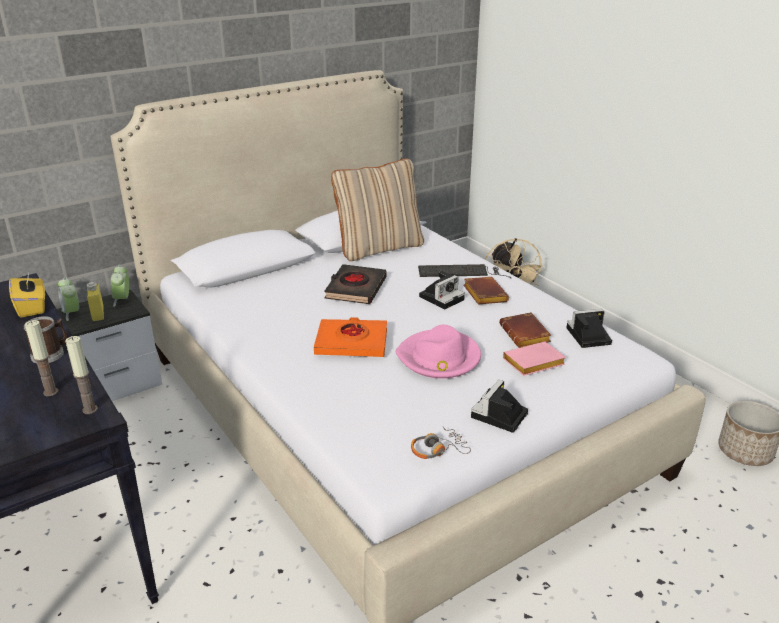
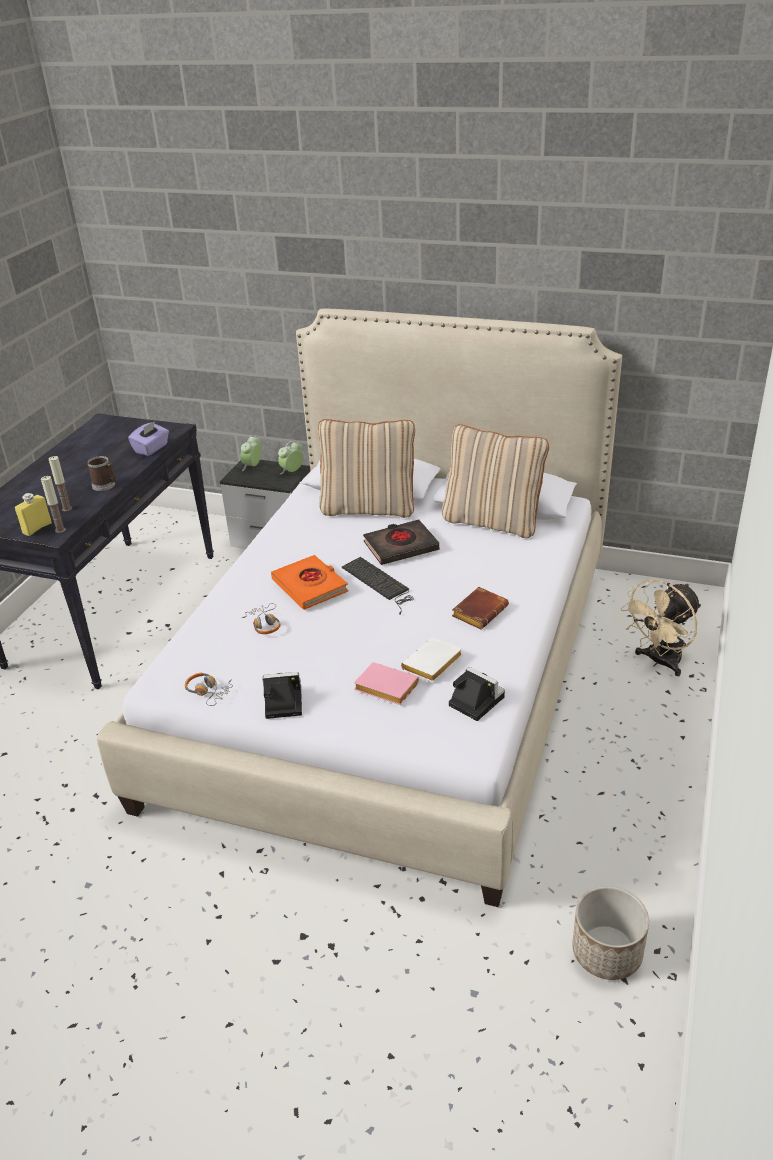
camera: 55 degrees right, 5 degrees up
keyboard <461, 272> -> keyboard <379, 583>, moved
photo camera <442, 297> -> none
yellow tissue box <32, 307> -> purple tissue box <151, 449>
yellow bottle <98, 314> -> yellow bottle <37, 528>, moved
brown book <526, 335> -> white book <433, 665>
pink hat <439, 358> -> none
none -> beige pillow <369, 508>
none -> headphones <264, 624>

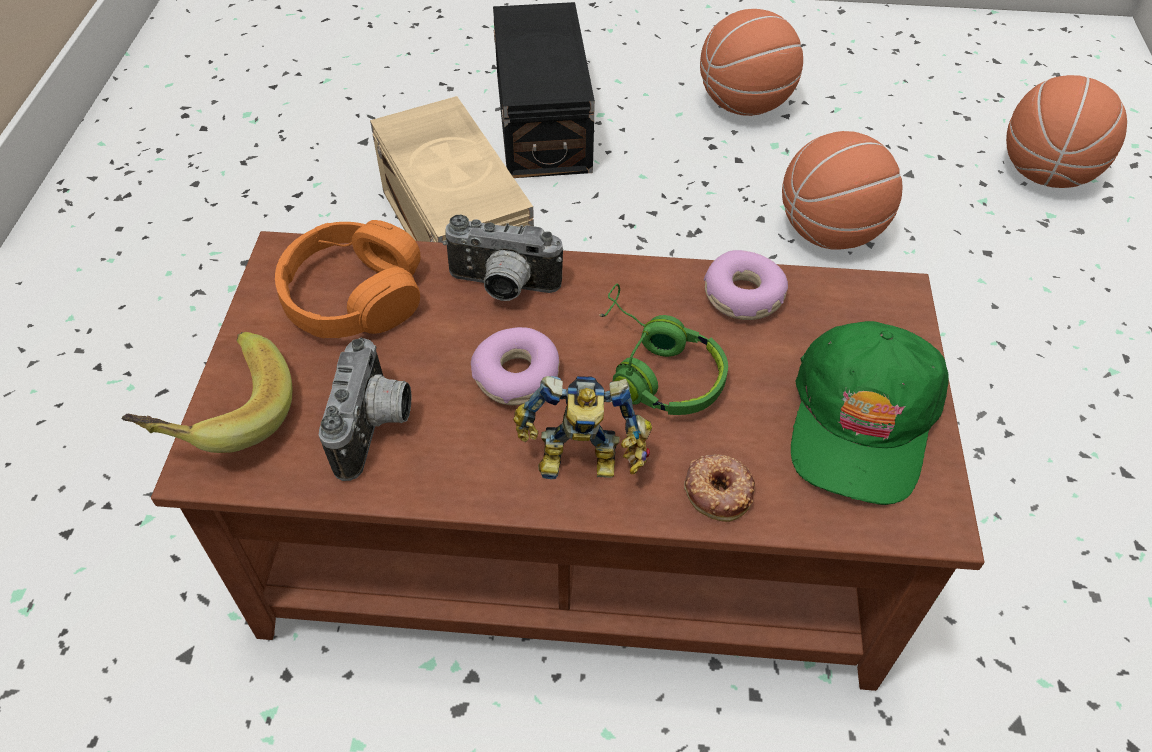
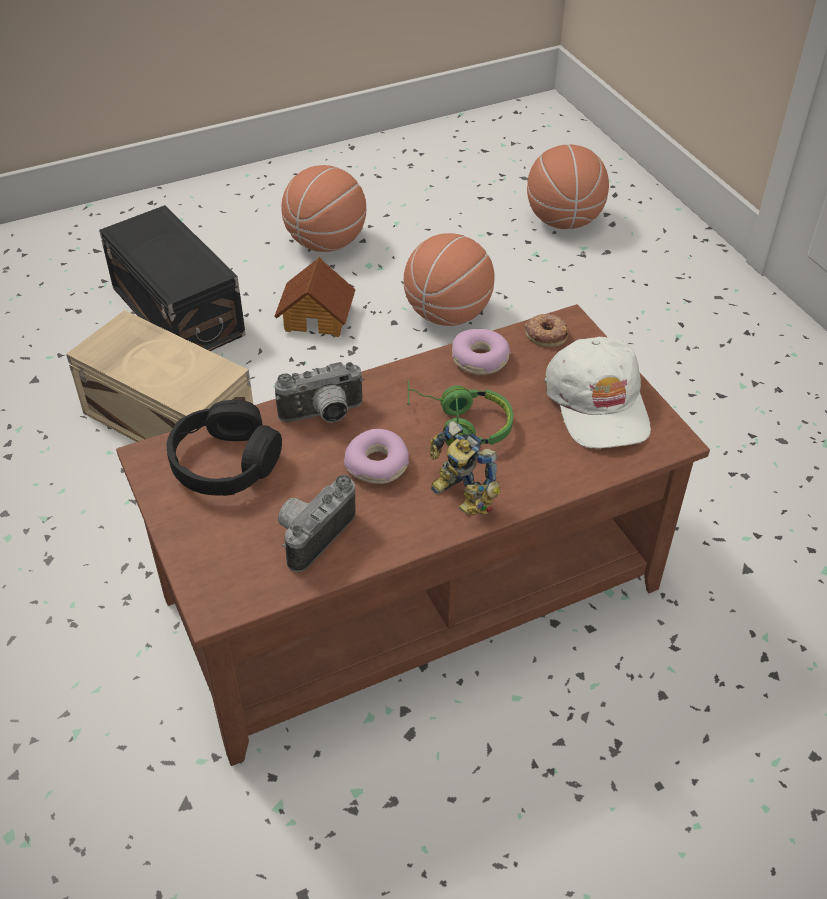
camera: 30 degrees left, 5 degrees down
orange headphones <353, 296> -> black headphones <225, 462>
green cap <862, 421> -> white cap <598, 403>
banana <222, 415> -> none
photo camera <376, 428> -> photo camera <312, 534>, 120 degrees counterclockwise
toy robot <581, 465> -> toy robot <458, 497>, 75 degrees clockwise
donut <719, 490> -> donut <546, 334>, moved
none -> toy house <317, 316>

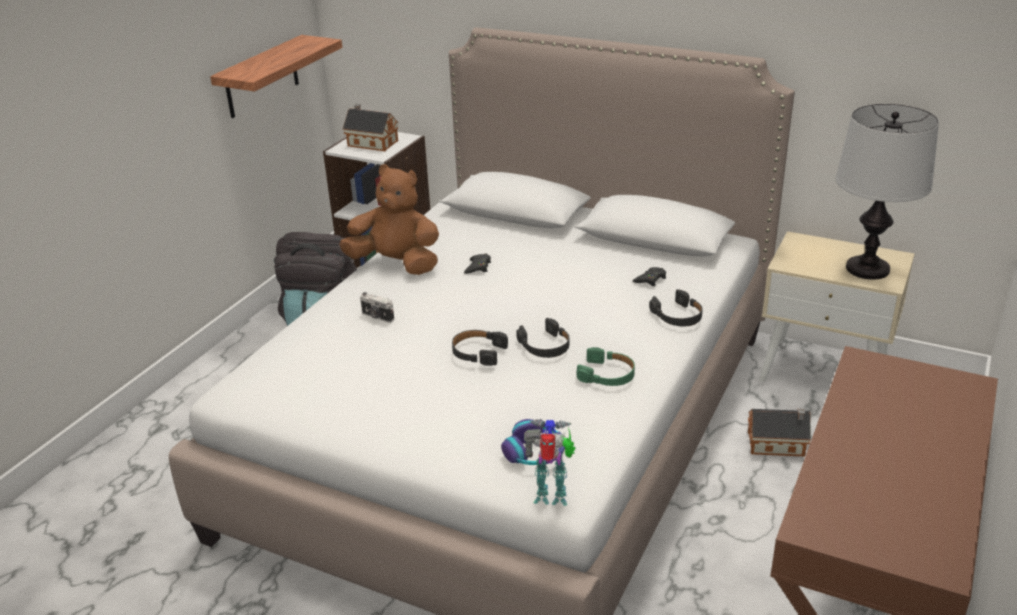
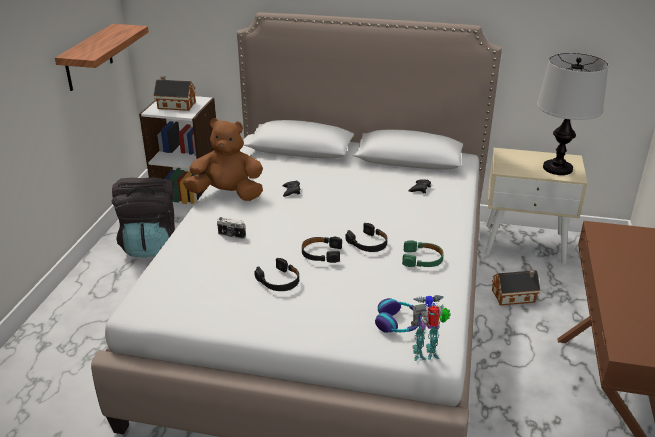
camera: 15 degrees left, 0 degrees up
black headphones <677, 316> -> black headphones <279, 281>, moved

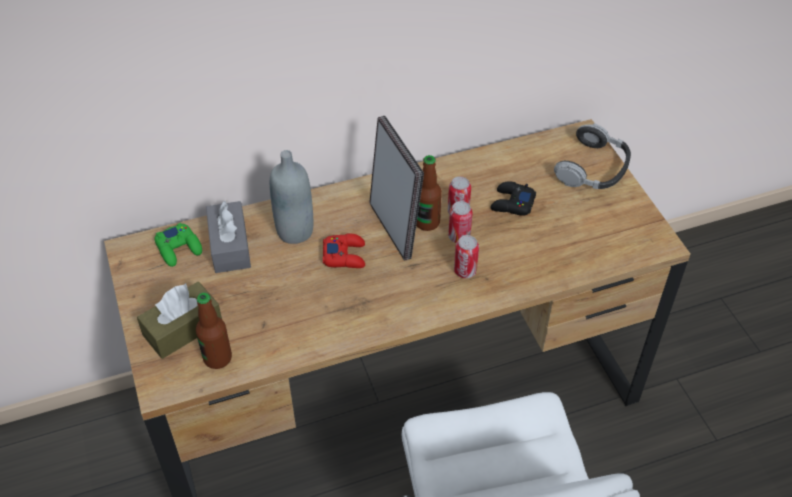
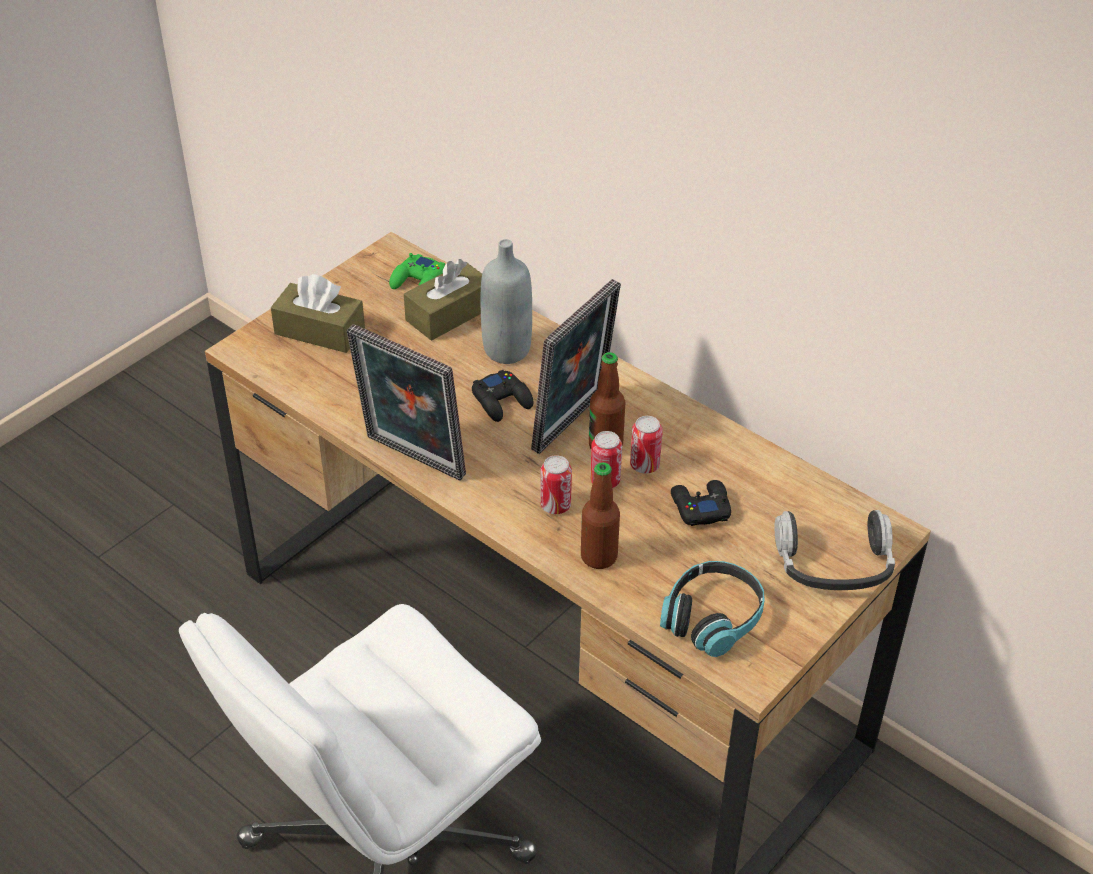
camera: 60 degrees right, 5 degrees down
grey tissue box <230, 246> -> brown tissue box <449, 314>
red game controller <345, 255> -> black game controller <502, 401>
bottle <217, 358> -> bottle <599, 557>, moved
none -> picture frame <411, 460>
none -> headphones <712, 618>

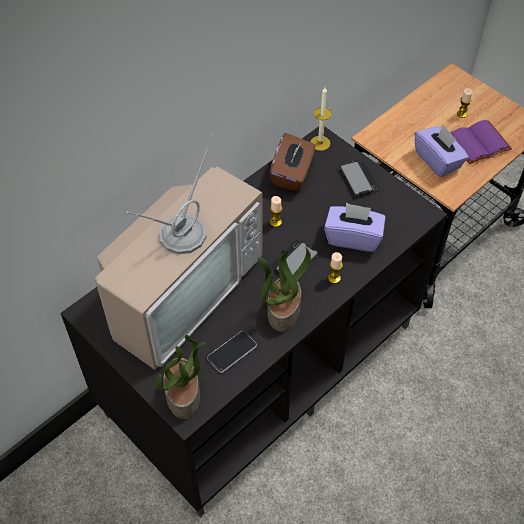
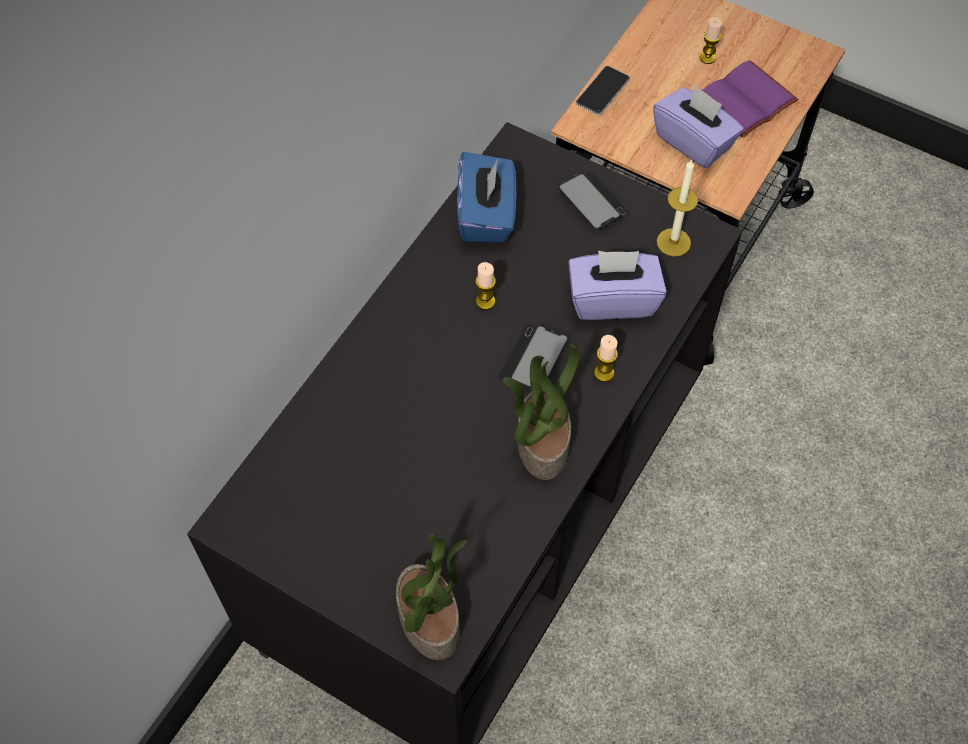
camera: 15 degrees left, 5 degrees up
candle <320, 143> -> candle <673, 242>, moved
television <181, 289> -> none
brown tissue box <292, 174> -> blue tissue box <486, 215>
phone <232, 352> -> phone <602, 91>, moved

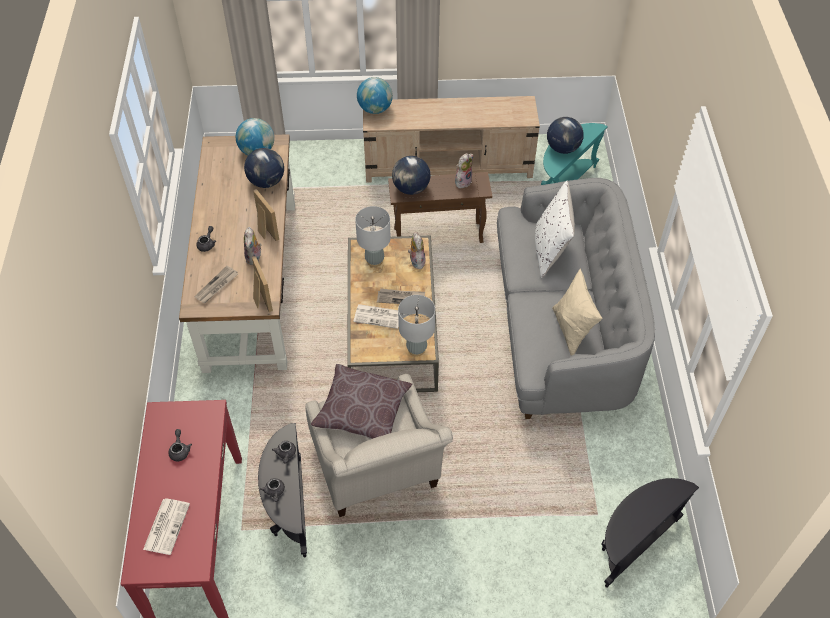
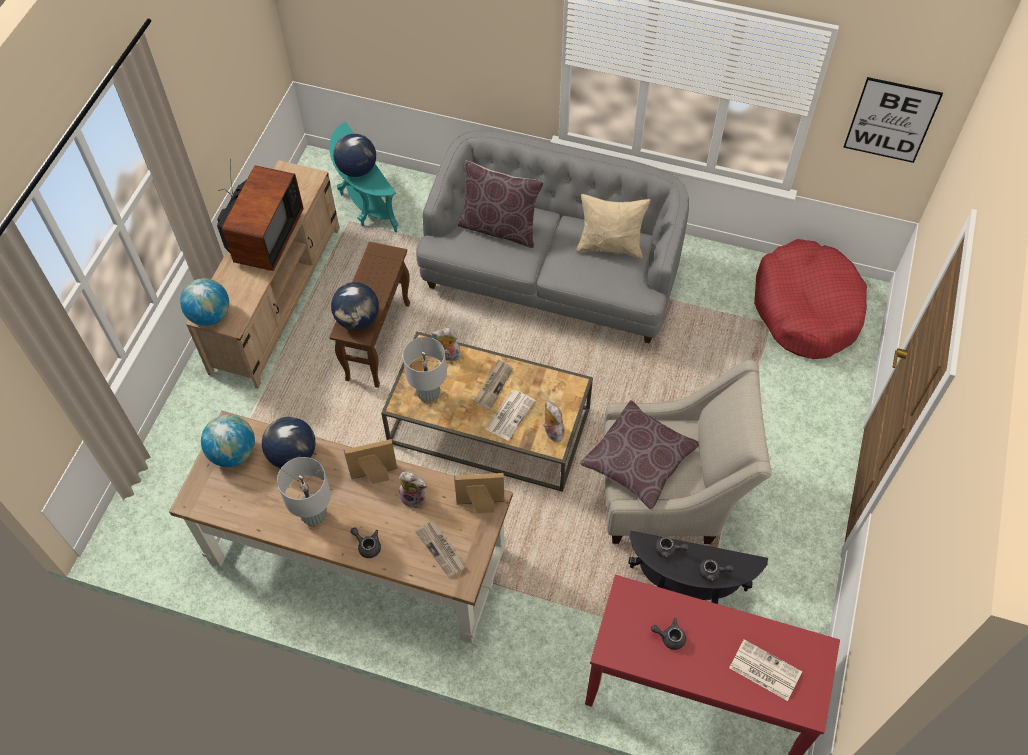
camera: 70 degrees left, 5 degrees up
plush toy <463, 181> -> plush toy <552, 432>, moved
white pillow <550, 250> -> brown pillow <500, 228>
grey table lamp <416, 349> -> grey table lamp <314, 517>, moved
black side table <632, 543> -> red dog bed <806, 308>
none -> picture <891, 120>
none -> television <263, 238>

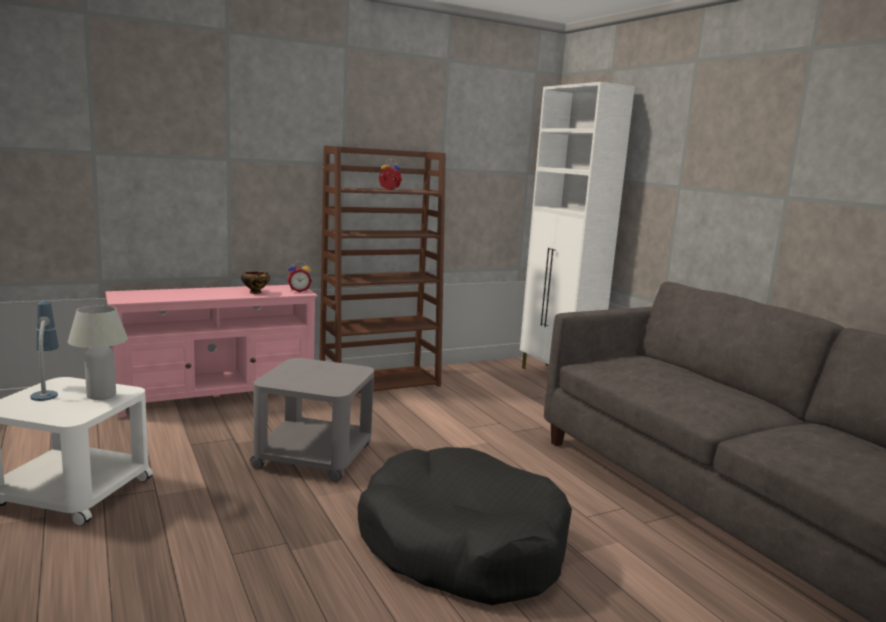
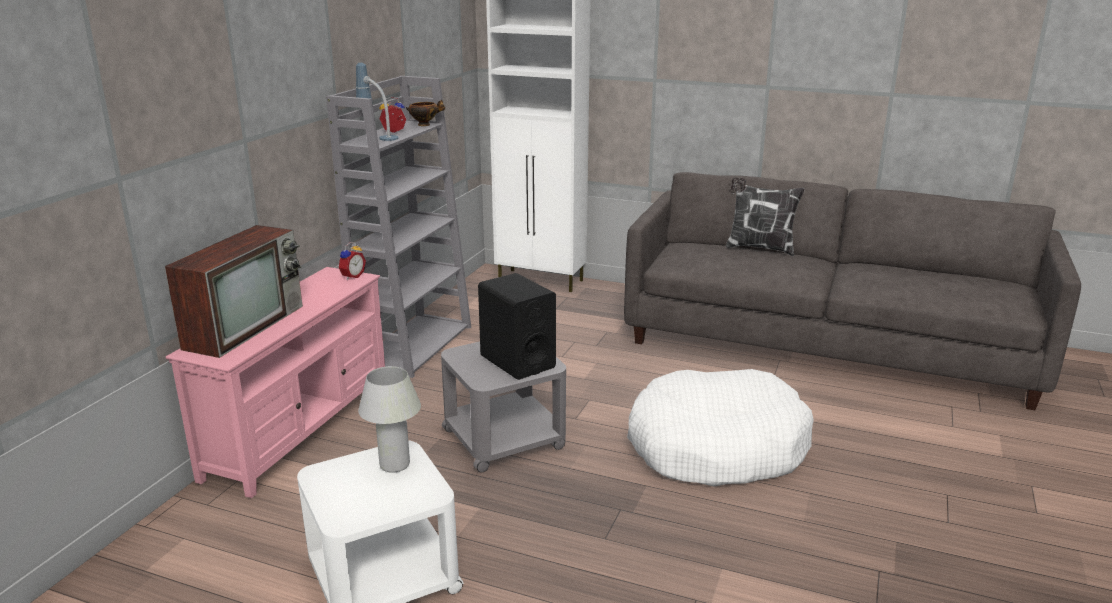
camera: 40 degrees left, 10 degrees up
brown bookcase <380, 382> -> grey bookcase <415, 345>
bowl <256, 293> -> bowl <425, 125>, moved
table lamp <47, 390> -> table lamp <378, 137>, moved
black dog bed <461, 545> -> white dog bed <716, 447>
none -> pillow <759, 248>
none -> television <246, 326>
none -> black speaker <517, 361>

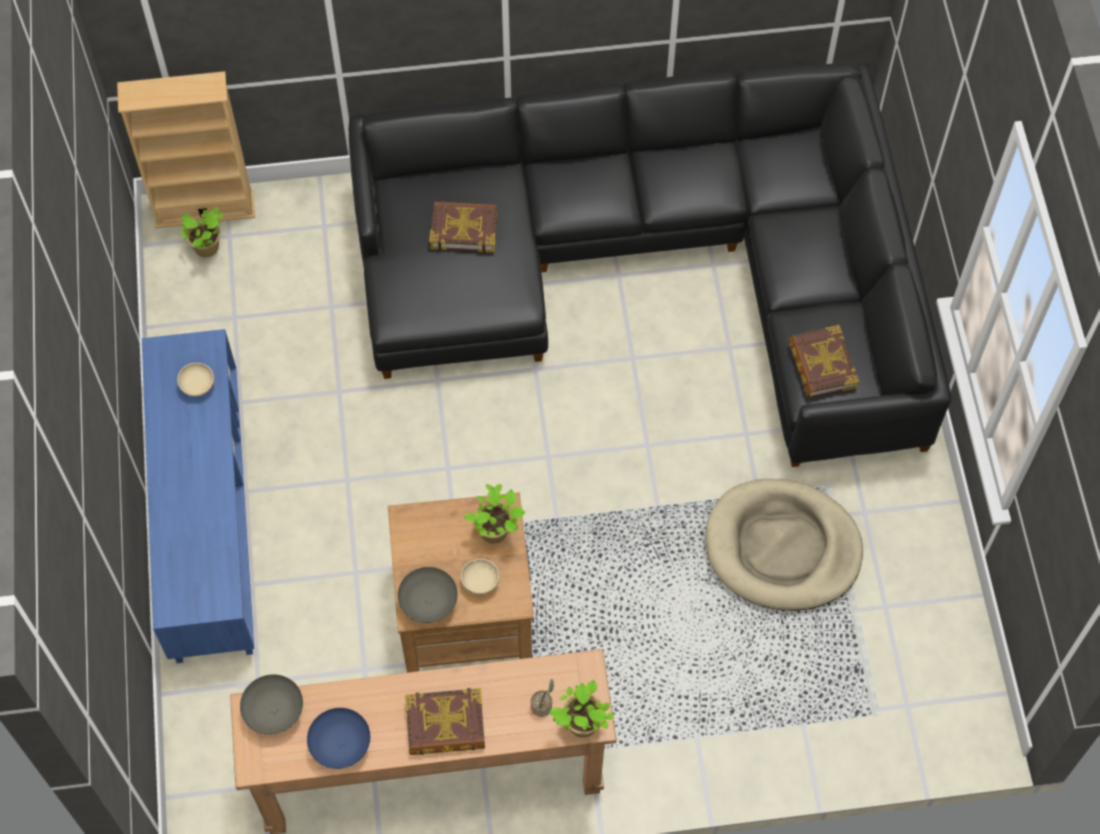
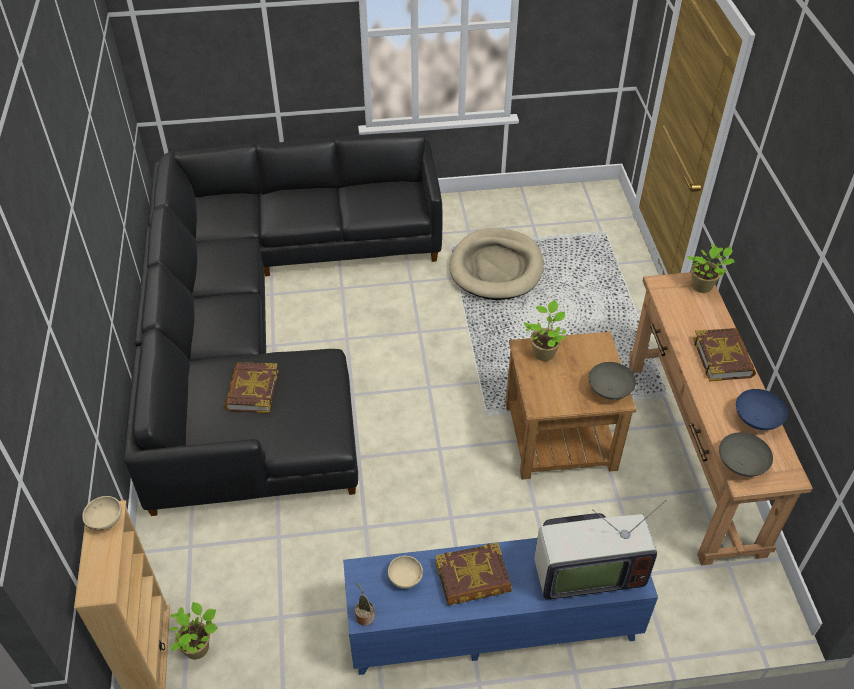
camera: 90 degrees left, 15 degrees down
book <821, 365> -> book <473, 578>, moved
beige bowl <480, 581> -> beige bowl <105, 520>, moved
potted plant <542, 706> -> potted plant <364, 616>, moved
none -> television <585, 571>

